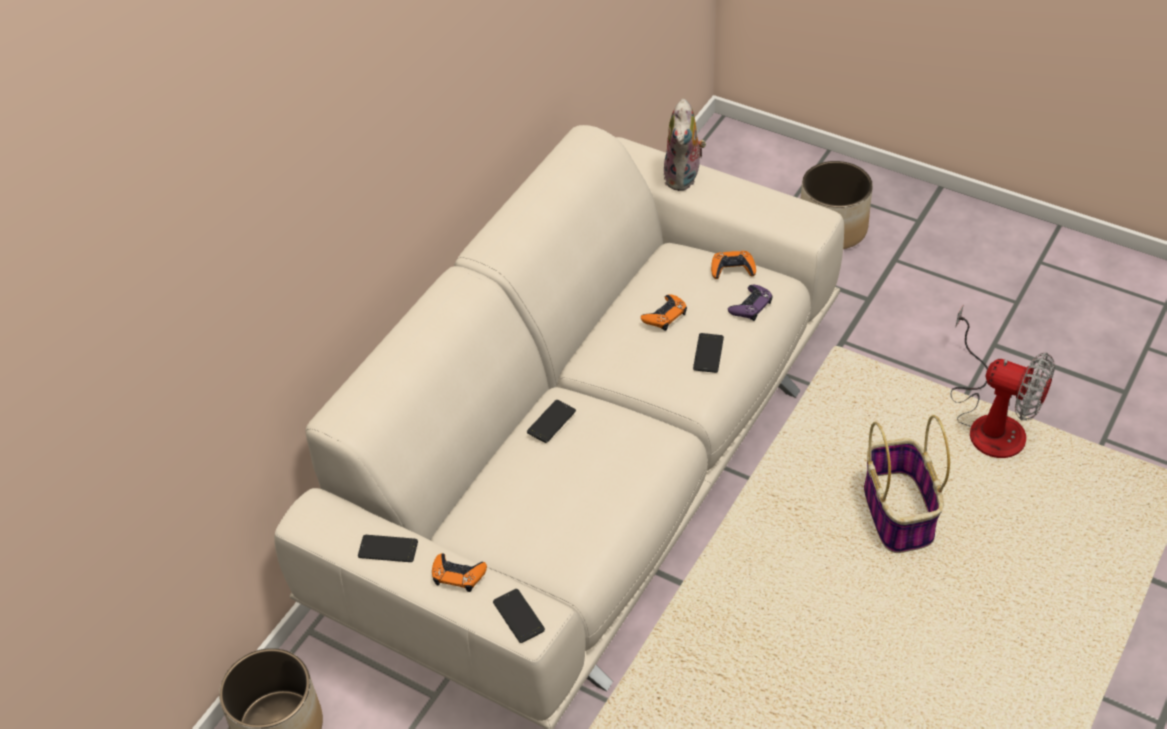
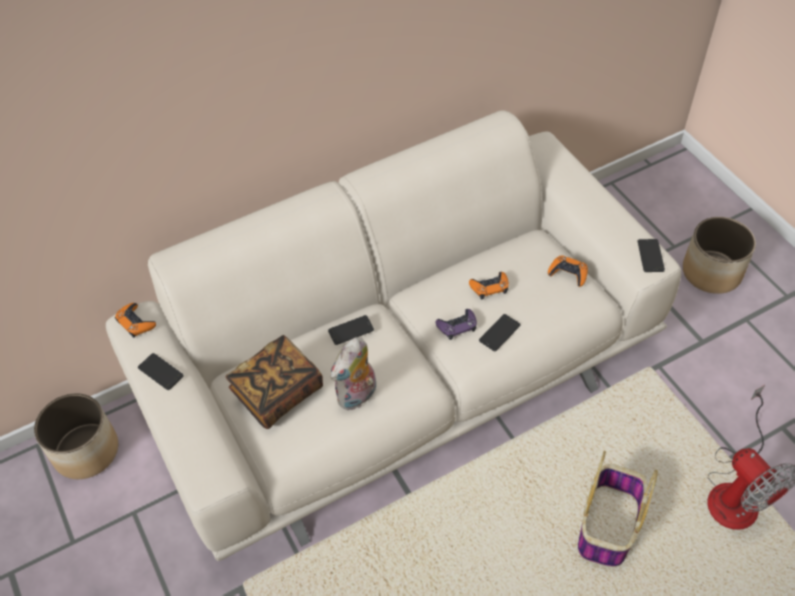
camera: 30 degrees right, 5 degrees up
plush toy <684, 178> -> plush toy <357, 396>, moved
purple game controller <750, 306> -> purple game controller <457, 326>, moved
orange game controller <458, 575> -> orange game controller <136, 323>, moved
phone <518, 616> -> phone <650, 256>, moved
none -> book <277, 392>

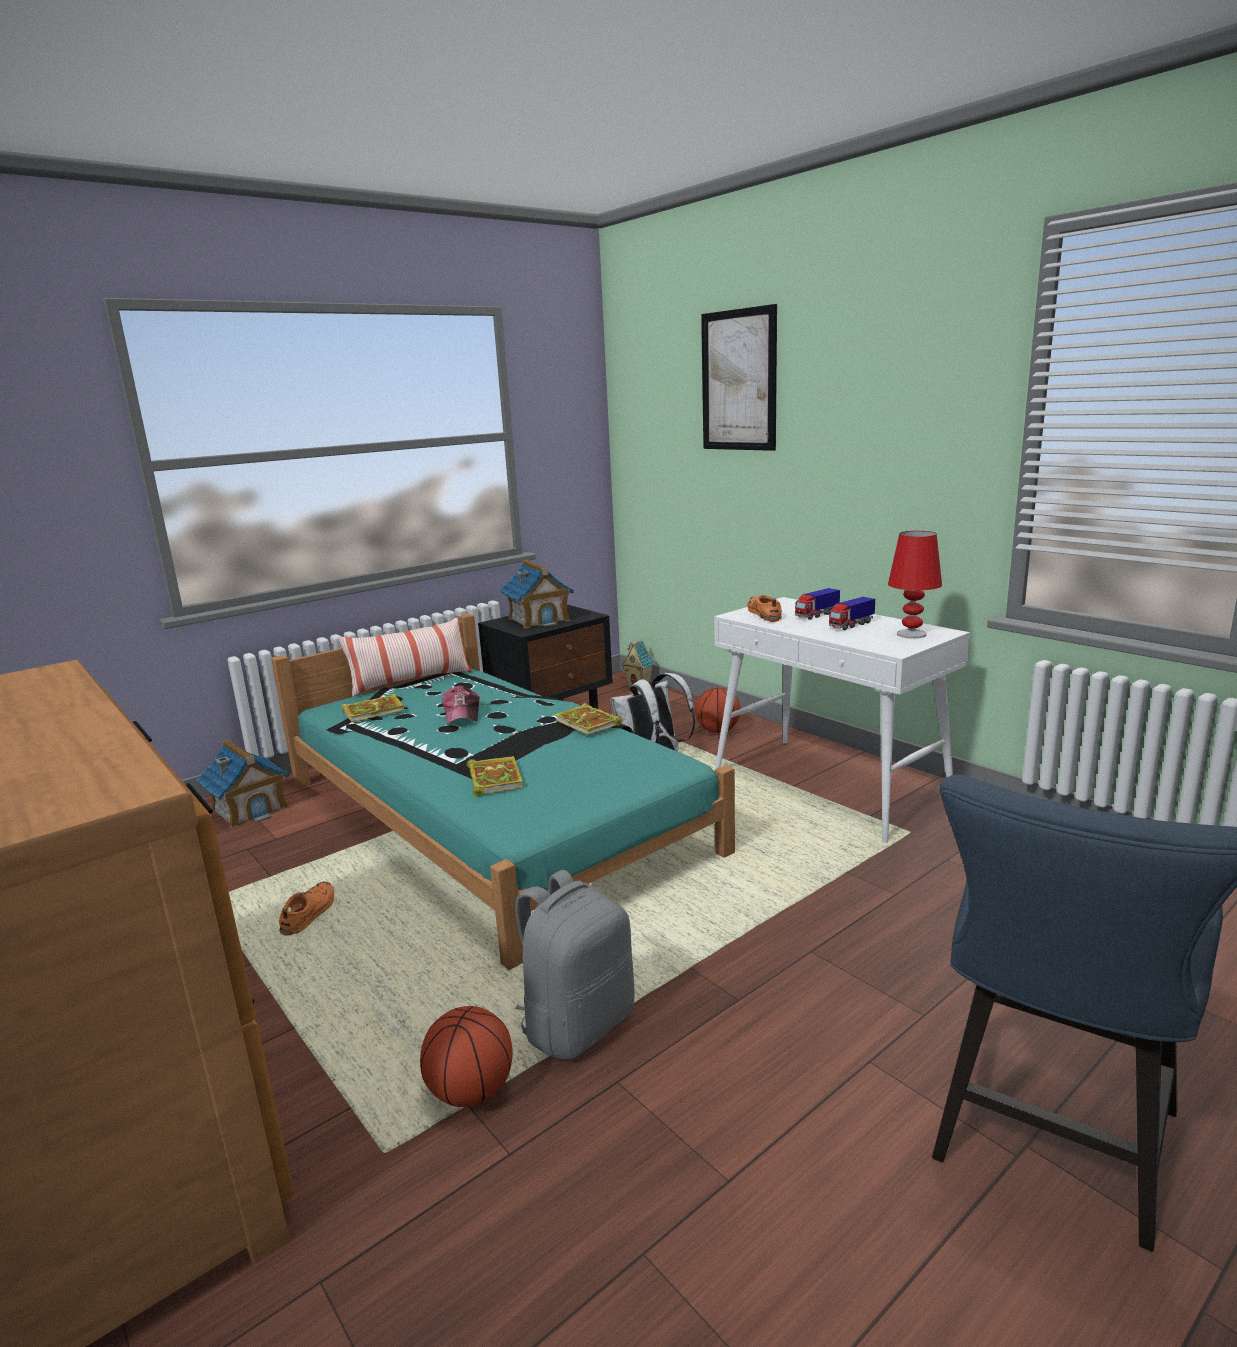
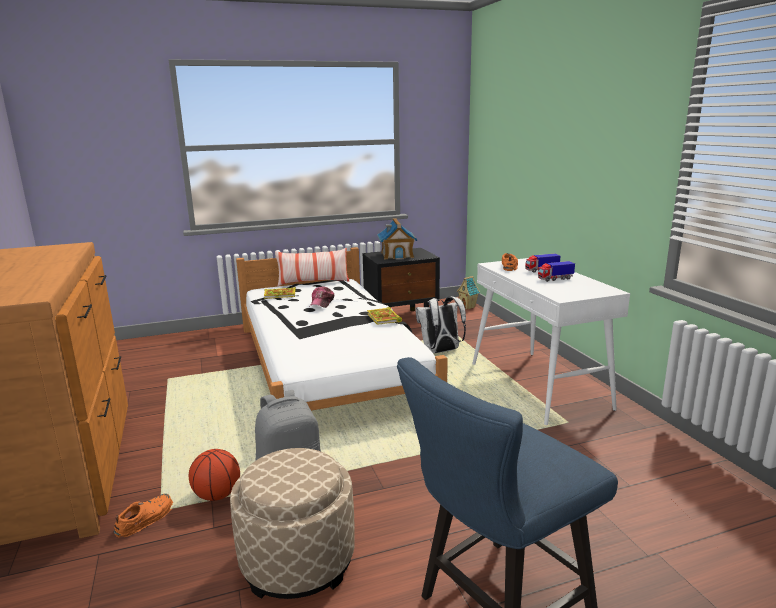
camera: 20 degrees right, 0 degrees up
picture <738, 381> -> none
red table lamp <912, 634> -> none
turquoise bed <491, 815> -> white bed <328, 364>
basketball <717, 731> -> none
toy house <250, 808> -> none
book <494, 778> -> none
orange shoe <309, 913> -> orange shoe <145, 518>, moved
none -> beige ottoman <297, 560>

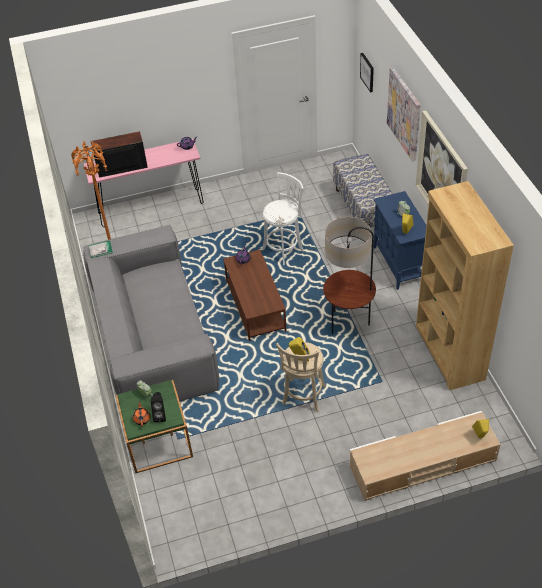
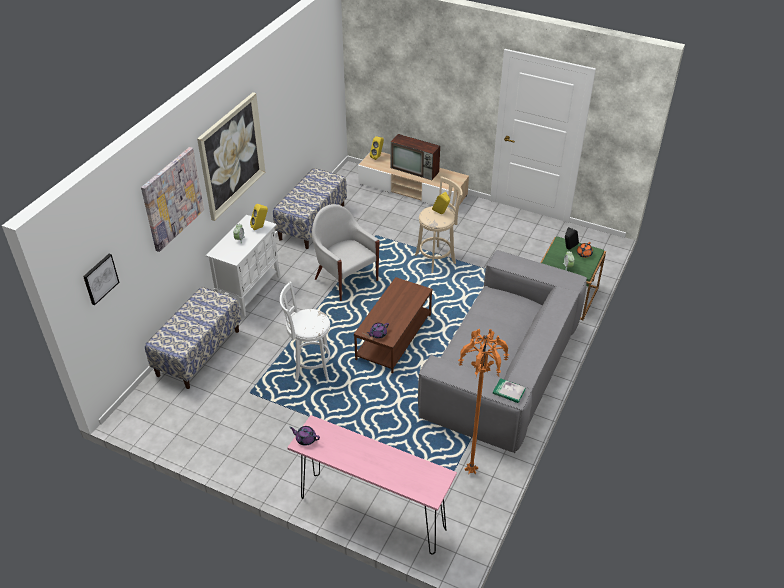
camera: 140 degrees left, 5 degrees down
television <121, 167> -> television <415, 170>, moved
brown bookcase <449, 352> -> bench <312, 223>
blue cabinet <399, 264> -> white cabinet <249, 291>
floor lamp <348, 323> -> white armchair <345, 279>

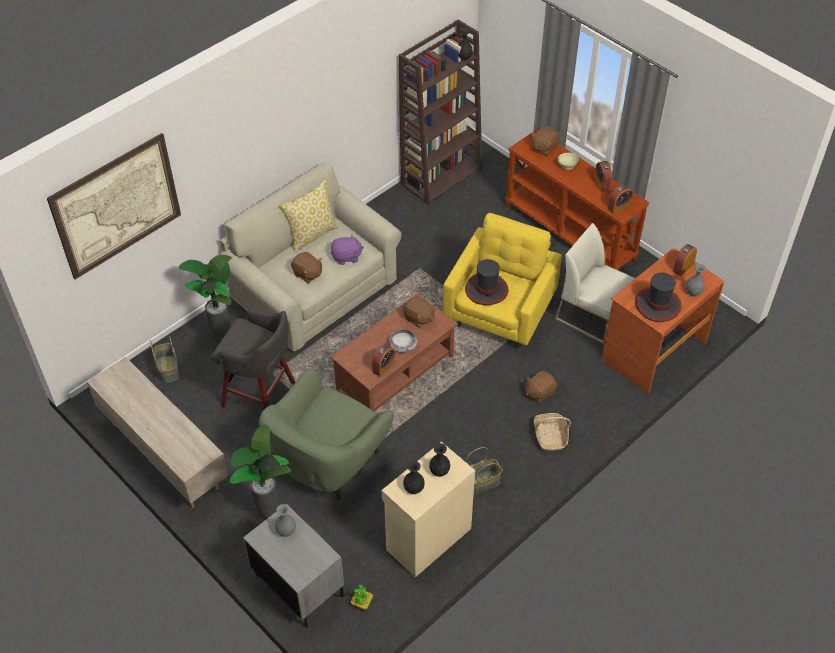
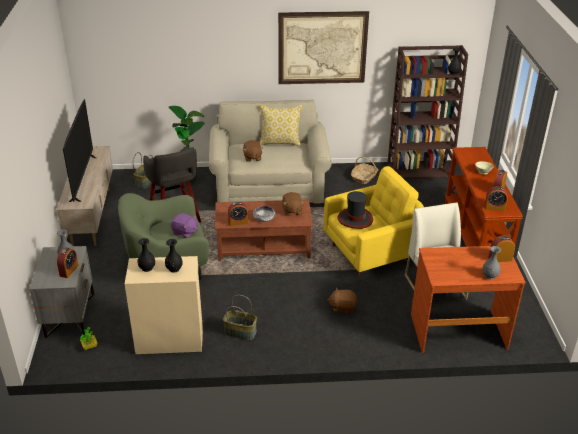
camera: 40 degrees right, 15 degrees down
brown plush toy <543, 147> -> none
picture <117, 206> -> picture <322, 48>, moved
purple plush toy <346, 257> -> purple plush toy <185, 232>, moved
hat <657, 305> -> none
basket <550, 436> -> basket <364, 177>, moved
potted plant <267, 515> -> none
none -> television <83, 178>
none -> alarm clock <69, 270>

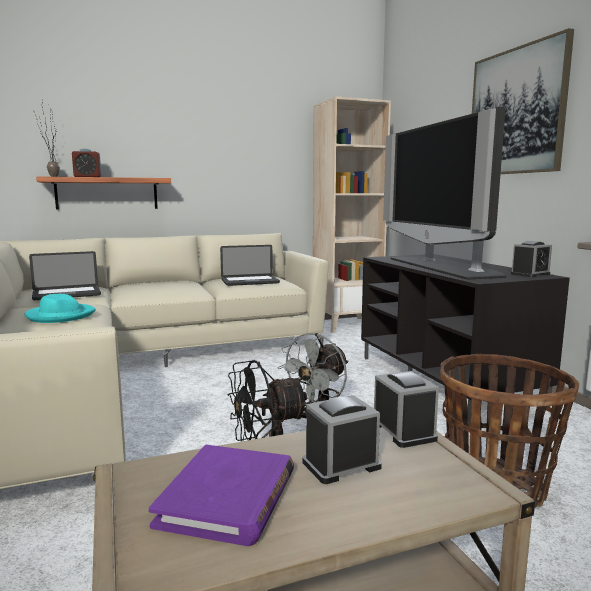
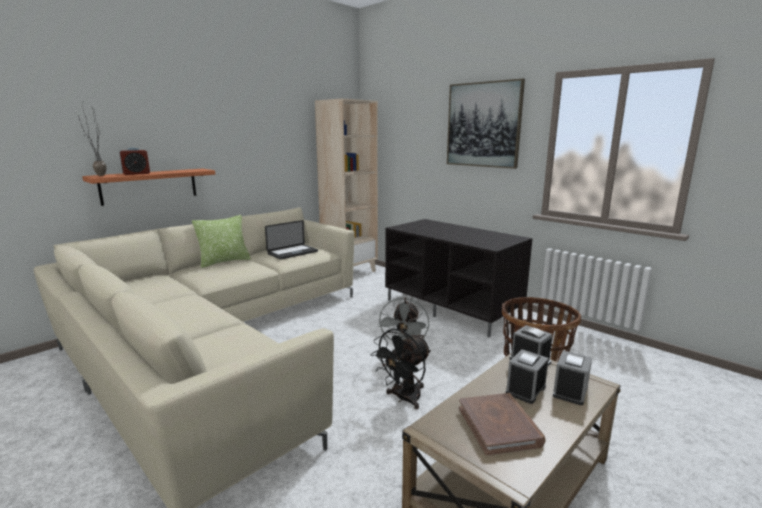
camera: 25 degrees left, 5 degrees up
television <444, 267> -> none
alarm clock <530, 274> -> alarm clock <570, 391>, moved
laptop <67, 294> -> none
turquoise hat <60, 316> -> none
purple book <228, 498> -> brown book <499, 426>
none -> pillow <224, 262>

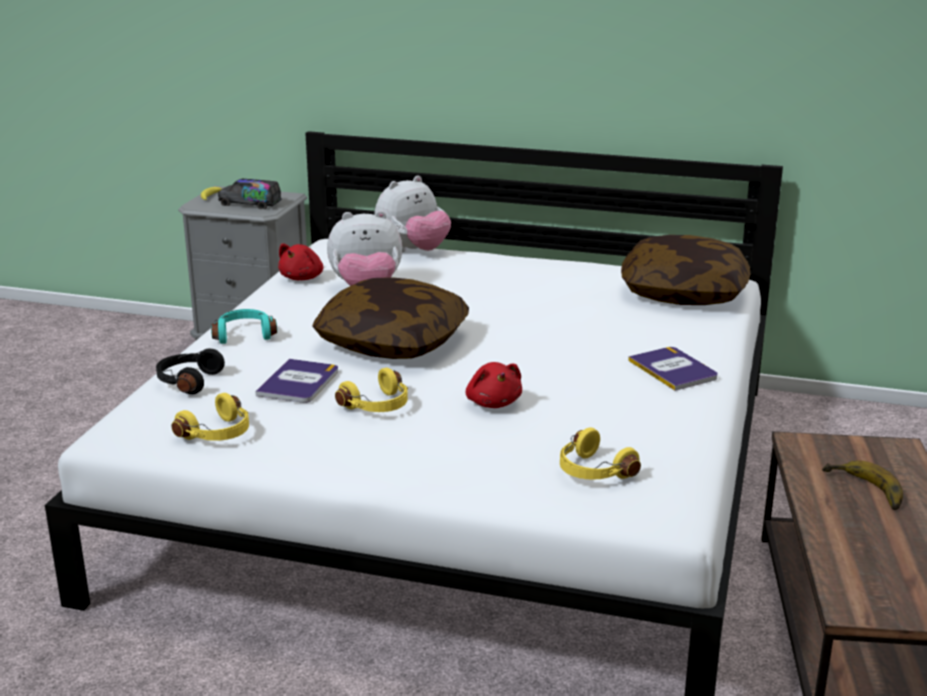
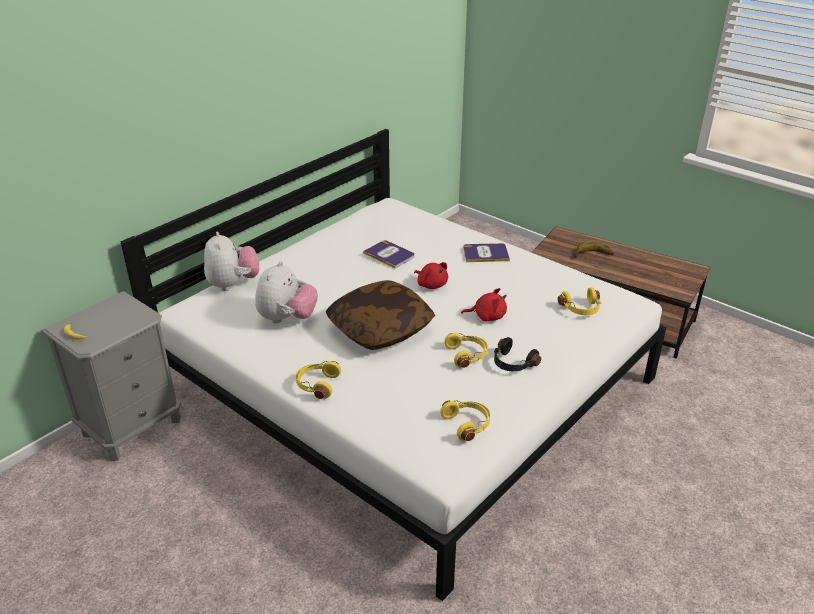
camera: 65 degrees left, 10 degrees up
toy truck <250, 204> -> none
pillow <683, 292> -> none
red plush toy <303, 278> -> red plush toy <431, 284>, moved
turquoise headphones <244, 334> -> yellow headphones <317, 385>
black headphones <187, 381> -> black headphones <512, 364>, moved
book <298, 382> -> book <389, 254>, moved

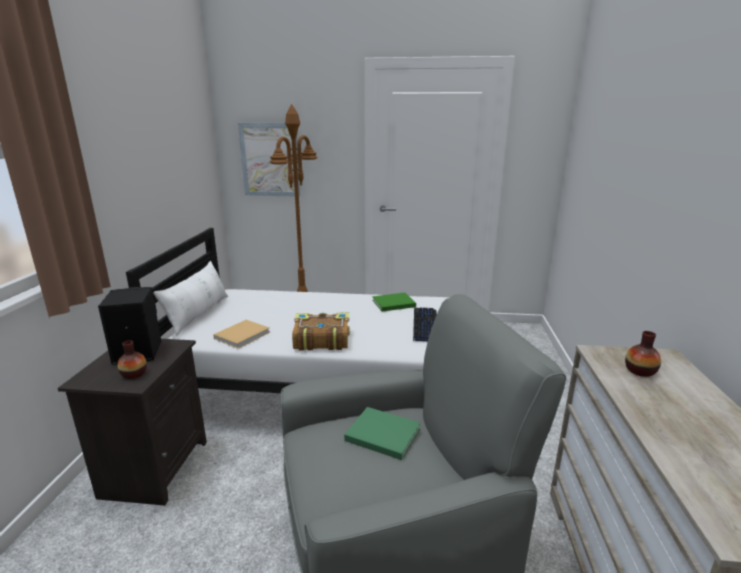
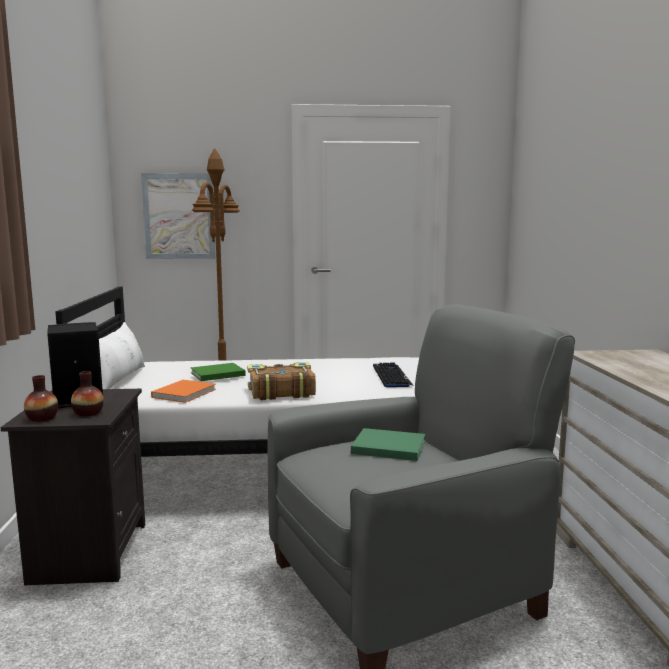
camera: 10 degrees left, 10 degrees down
green book <392, 303> -> green book <216, 374>, moved
beige book <243, 335> -> orange book <185, 393>
vase <640, 371> -> vase <42, 418>, moved

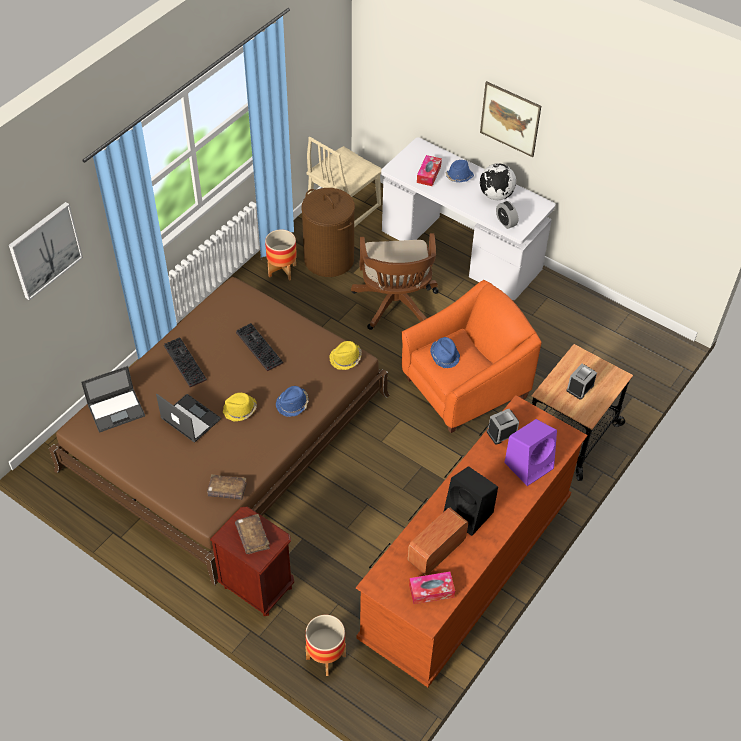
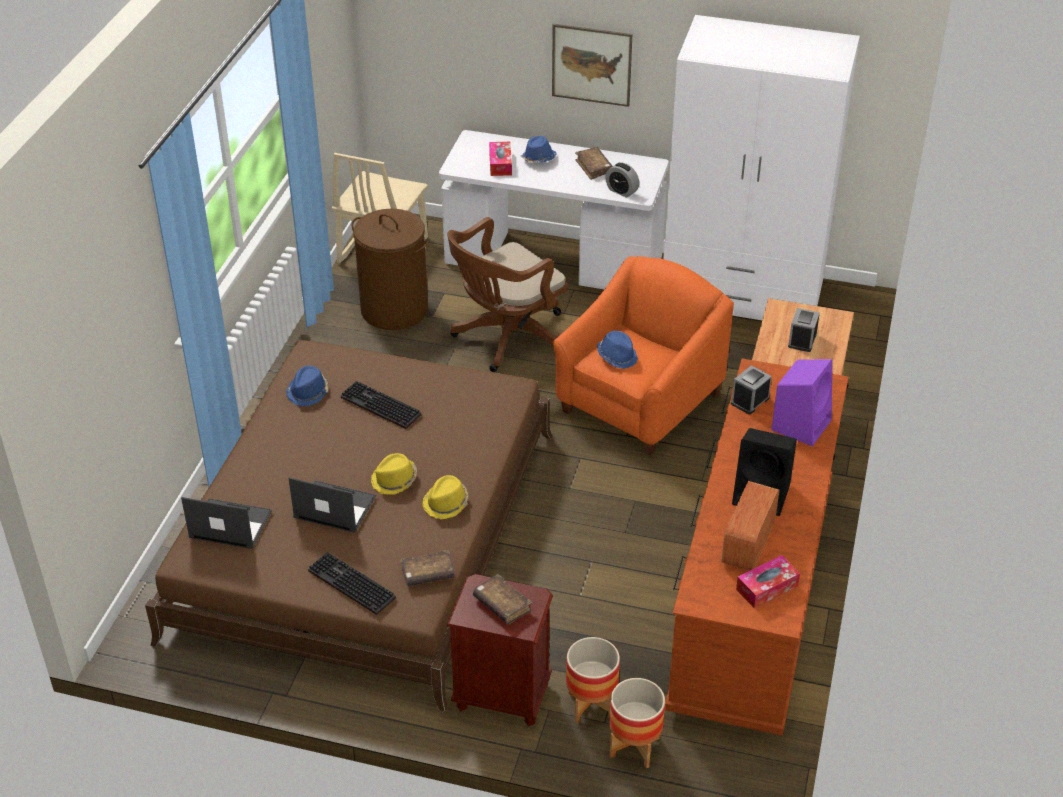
camera: 20 degrees left, 10 degrees down
globe <496, 195> -> brown book <594, 167>
picture <45, 250> -> none
planter <282, 270> -> planter <591, 705>, moved
brown office chair <395, 306> -> brown office chair <506, 339>, 75 degrees clockwise
keyboard <183, 362> -> keyboard <349, 585>, moved
yellow hat <346, 359> -> yellow hat <446, 503>, moved
laptop <117, 410> -> laptop <229, 524>, 120 degrees counterclockwise
blue hat <293, 404> -> blue hat <308, 392>, moved
none -> white wardrobe <742, 293>

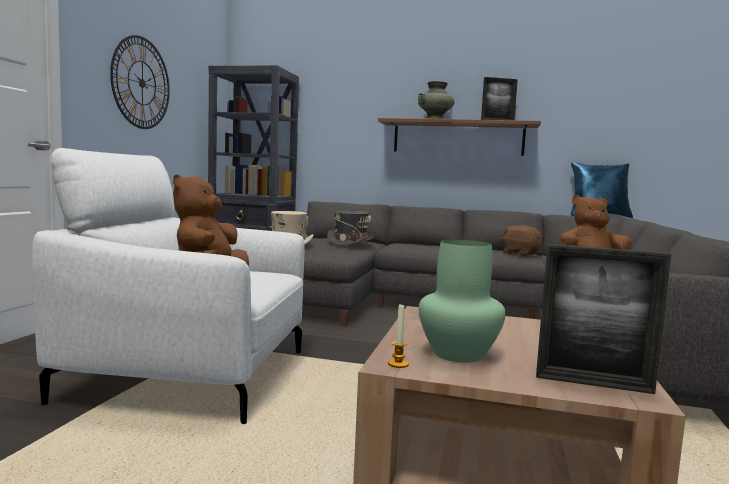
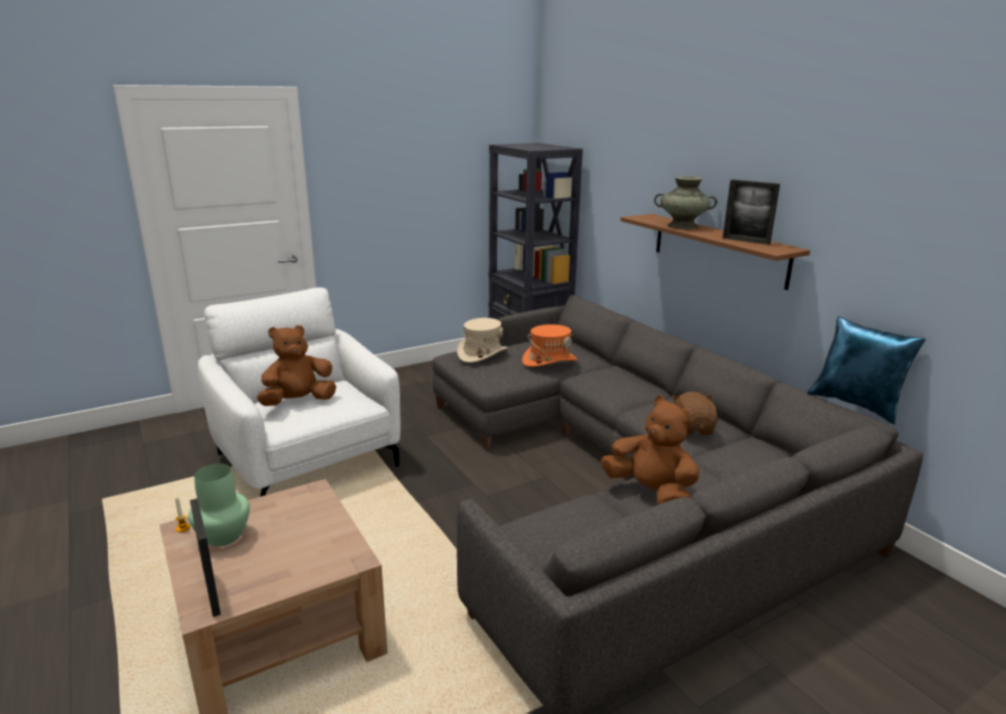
camera: 45 degrees right, 15 degrees up
wall clock <141, 83> -> none
grey hat <350, 243> -> orange hat <549, 361>

